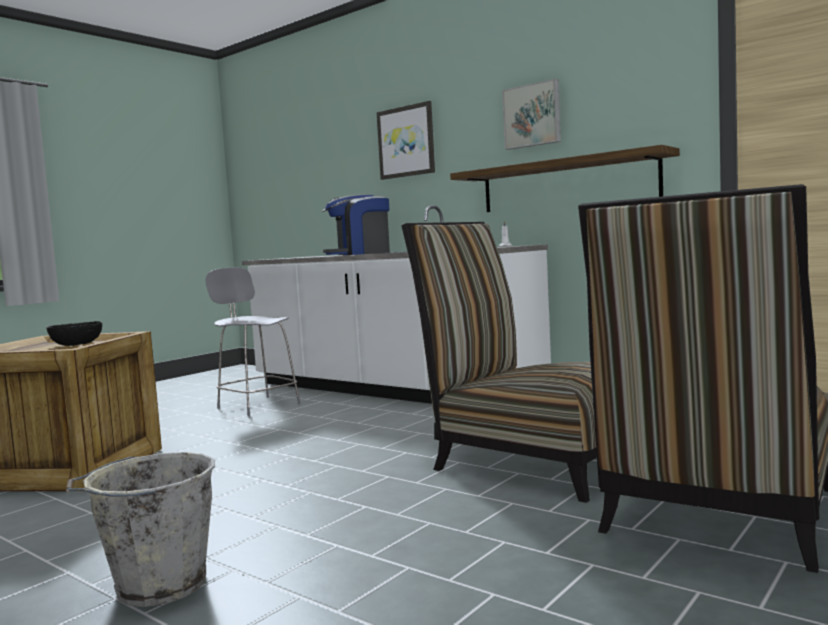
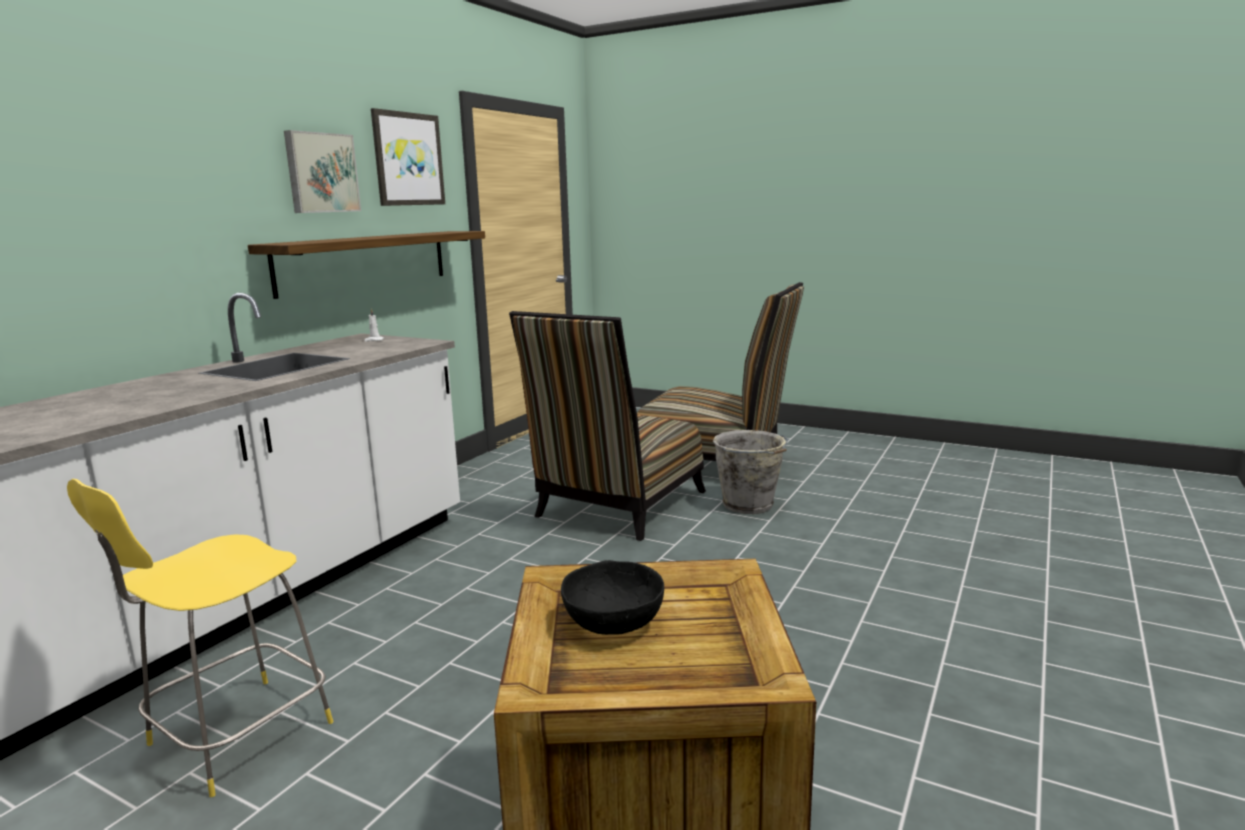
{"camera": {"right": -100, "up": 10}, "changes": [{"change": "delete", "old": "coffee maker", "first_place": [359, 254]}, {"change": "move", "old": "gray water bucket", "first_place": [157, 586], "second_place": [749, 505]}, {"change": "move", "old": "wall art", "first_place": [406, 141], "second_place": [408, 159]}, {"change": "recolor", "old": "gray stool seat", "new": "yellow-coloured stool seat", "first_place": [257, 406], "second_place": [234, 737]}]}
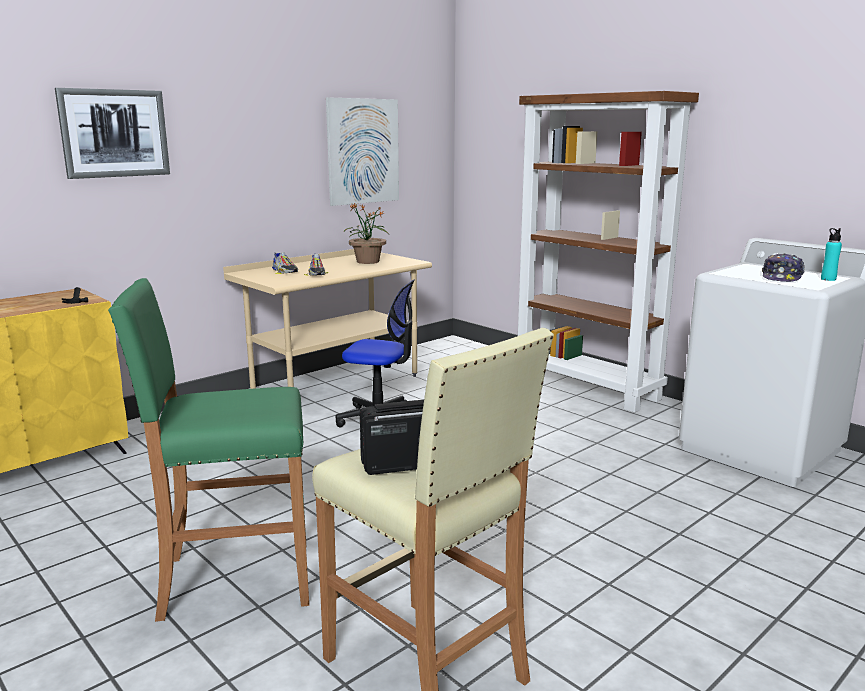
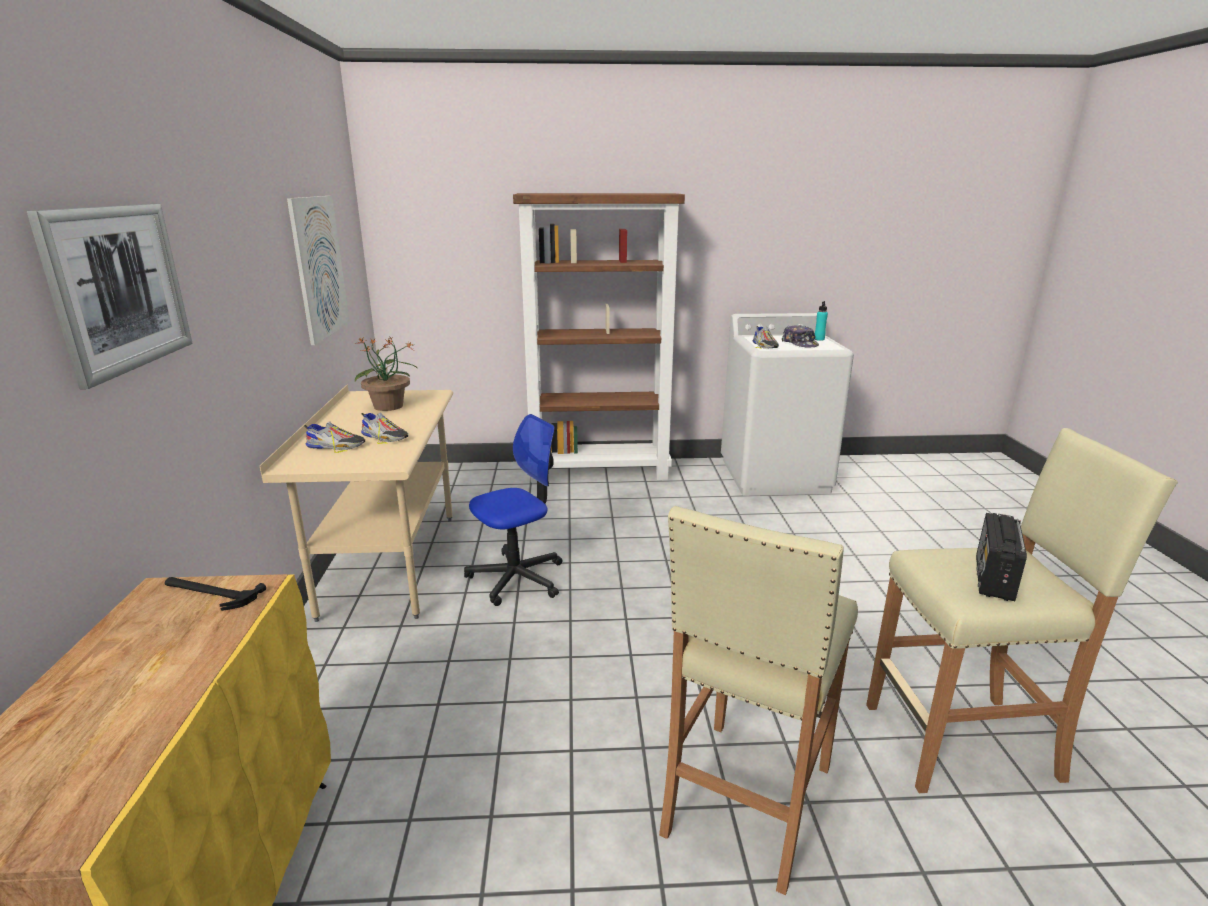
{"camera": {"right": -50, "up": 5}, "changes": [{"change": "insert", "new": "item of footwear", "second_place": [765, 345]}, {"change": "recolor", "old": "greenish stool seat", "new": "beige-coloured stool seat", "first_place": [234, 580], "second_place": [746, 800]}]}
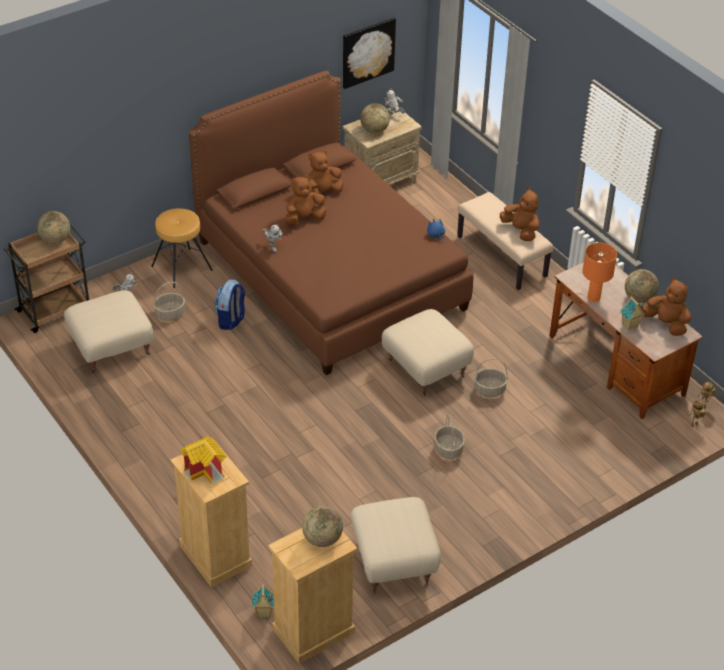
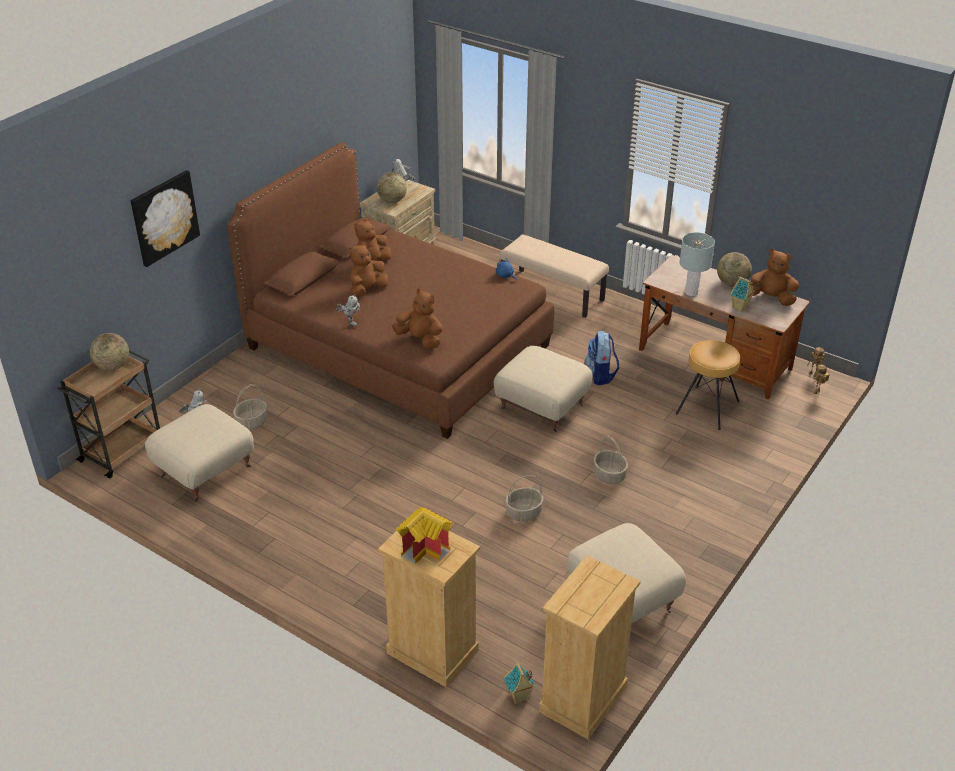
{"camera": {"right": -20, "up": -5}, "changes": [{"change": "delete", "old": "desk globe", "first_place": [322, 539]}, {"change": "move", "old": "brown stool seat", "first_place": [181, 267], "second_place": [707, 407]}, {"change": "move", "old": "knapsack", "first_place": [231, 320], "second_place": [600, 375]}, {"change": "move", "old": "wall art", "first_place": [367, 52], "second_place": [164, 217]}, {"change": "move", "old": "basket", "first_place": [489, 390], "second_place": [523, 513]}, {"change": "move", "old": "brown cuddly toy", "first_place": [520, 231], "second_place": [420, 339]}, {"change": "recolor", "old": "orangey table lamp", "new": "gray table lamp", "first_place": [594, 298], "second_place": [691, 292]}]}
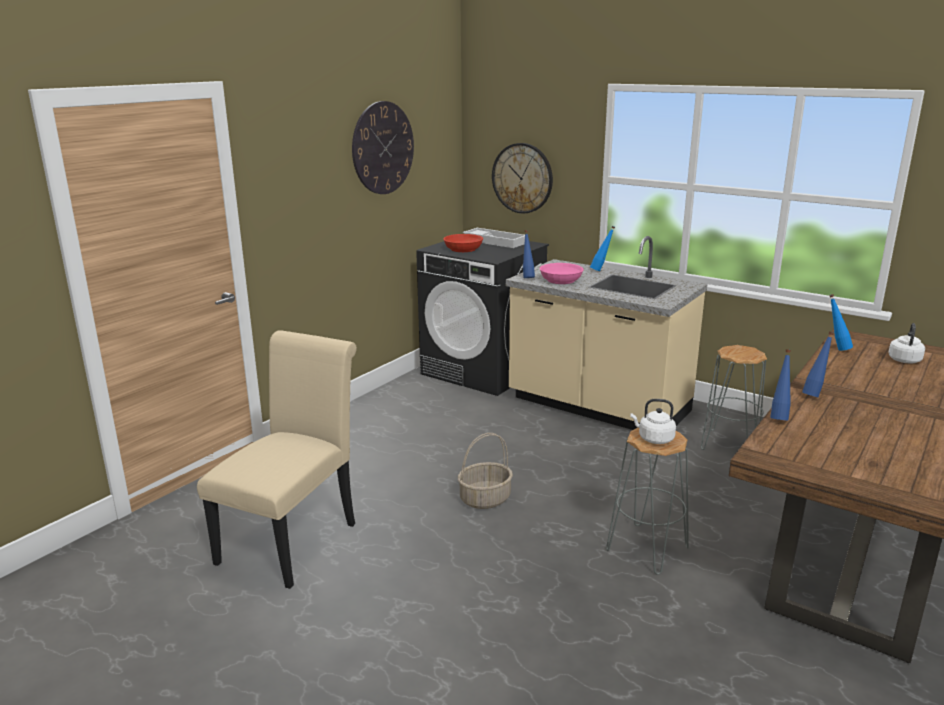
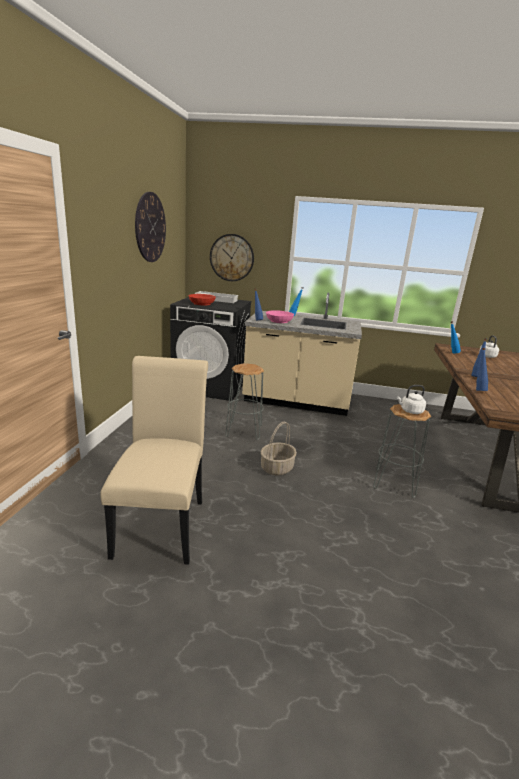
{"camera": {"right": -25, "up": 0}, "changes": [{"change": "move", "old": "gray stool seat", "first_place": [730, 444], "second_place": [244, 430]}]}
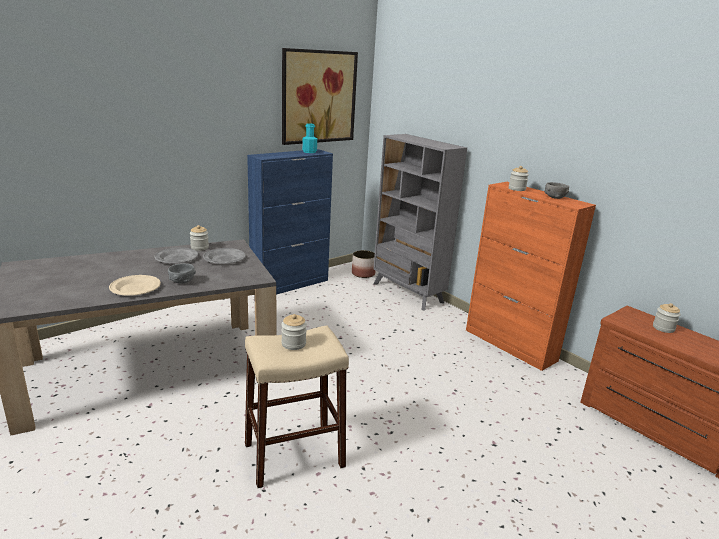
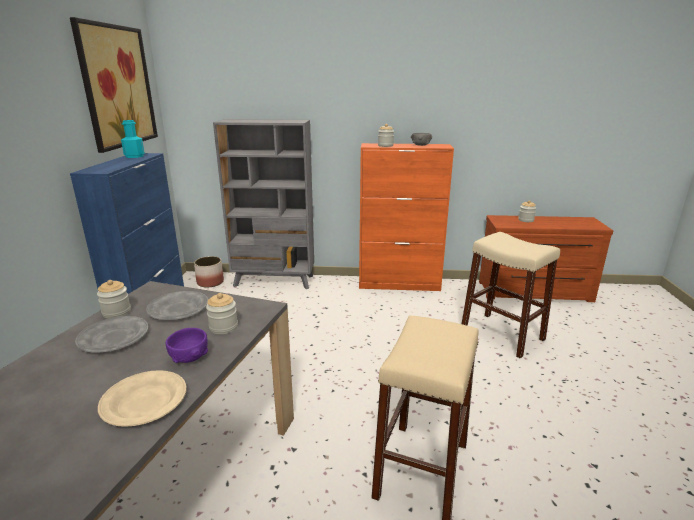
{"camera": {"right": -45, "up": 0}, "changes": [{"change": "insert", "new": "beige-coloured stool seat", "second_place": [502, 334]}, {"change": "move", "old": "jar", "first_place": [293, 344], "second_place": [223, 327]}, {"change": "recolor", "old": "gray serving bowl", "new": "purple-coloured serving bowl", "first_place": [182, 282], "second_place": [189, 357]}]}
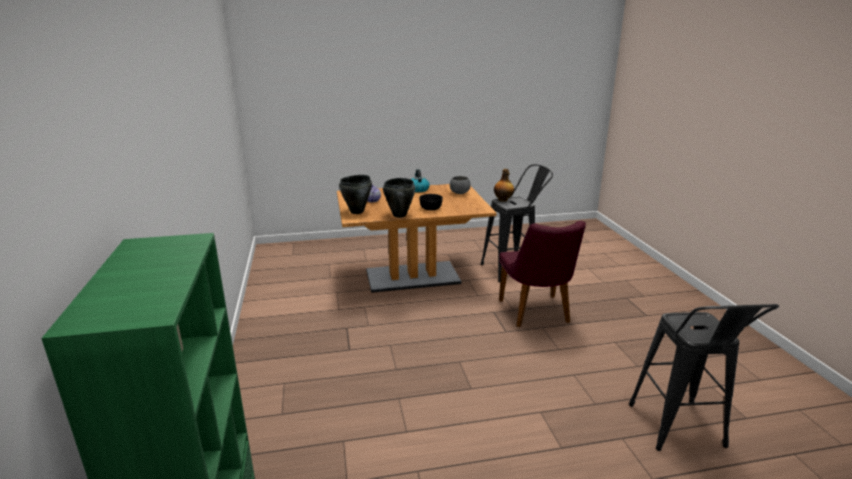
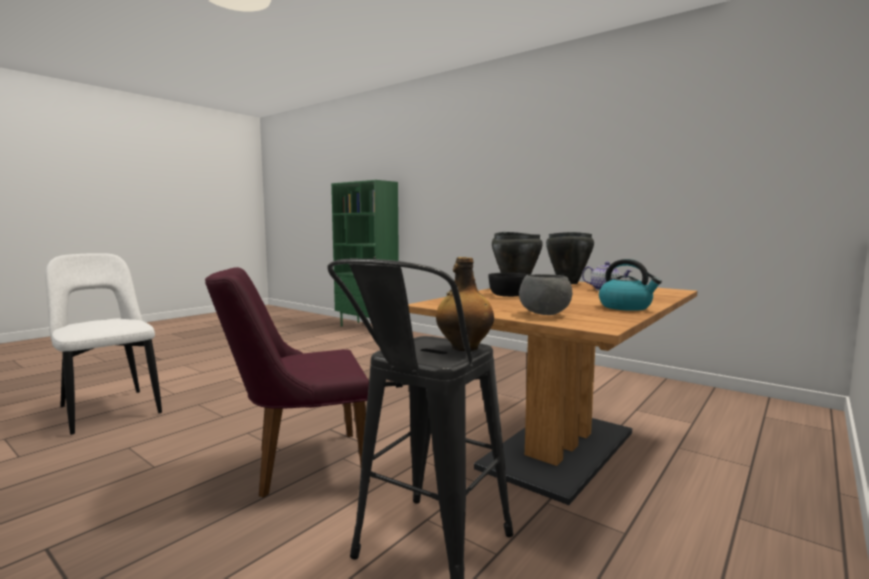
{"camera": {"right": 140, "up": -15}, "changes": [{"change": "replace", "old": "black stool seat", "new": "whitish chair", "first_place": [680, 432], "second_place": [109, 409]}, {"change": "rotate", "old": "purple-coloured chair", "first_place": [537, 314], "second_place": [298, 465], "degrees": -60}]}
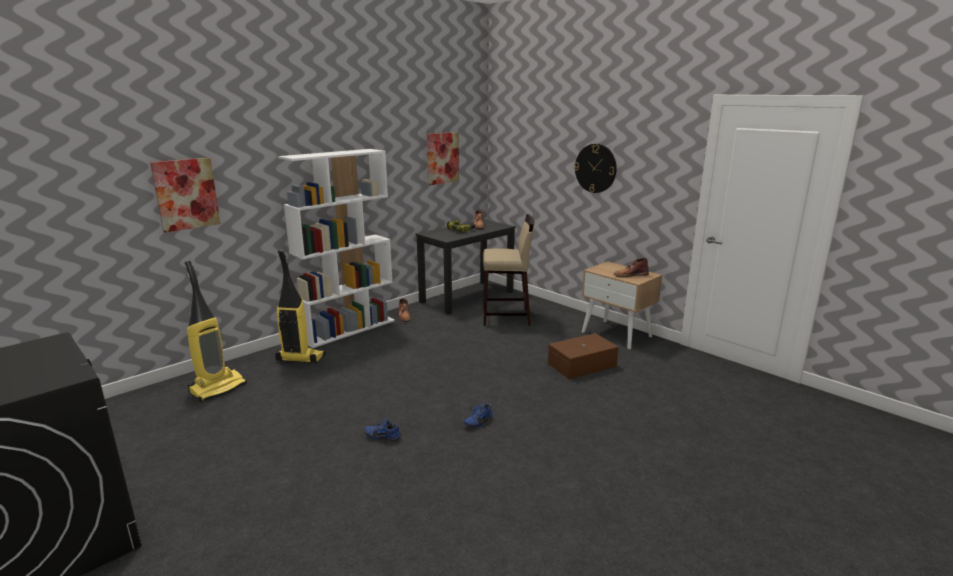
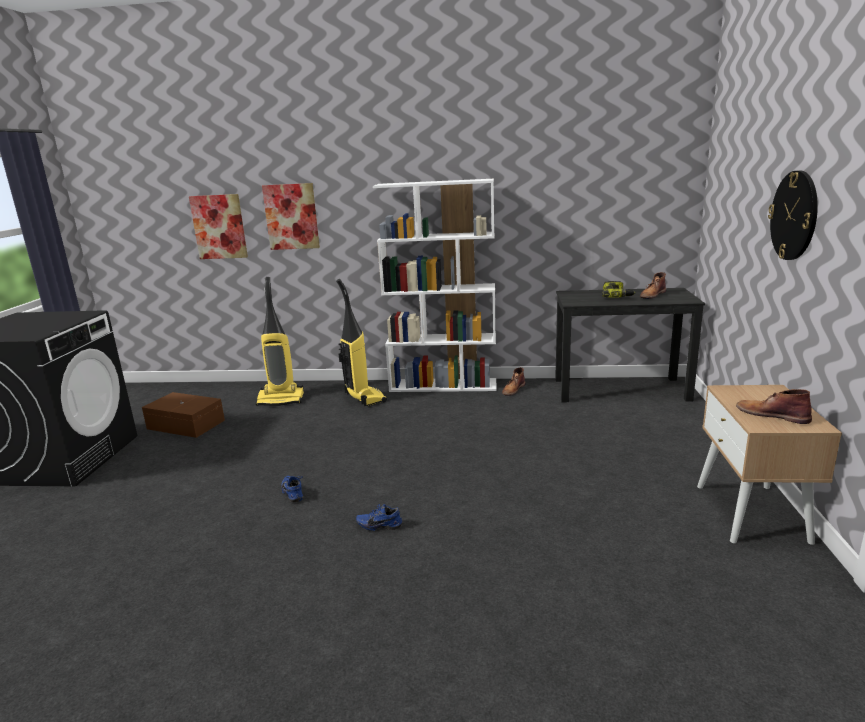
{"camera": {"right": 50, "up": 0}, "changes": [{"change": "delete", "old": "beige-coloured stool seat", "first_place": [506, 317]}, {"change": "move", "old": "wall art", "first_place": [442, 158], "second_place": [219, 227]}, {"change": "move", "old": "brown storage bin", "first_place": [581, 364], "second_place": [186, 424]}]}
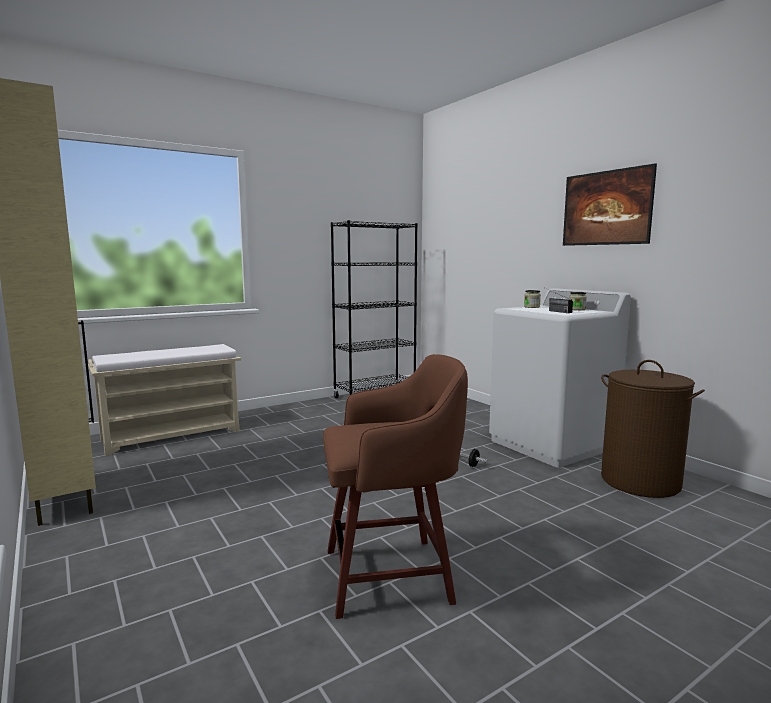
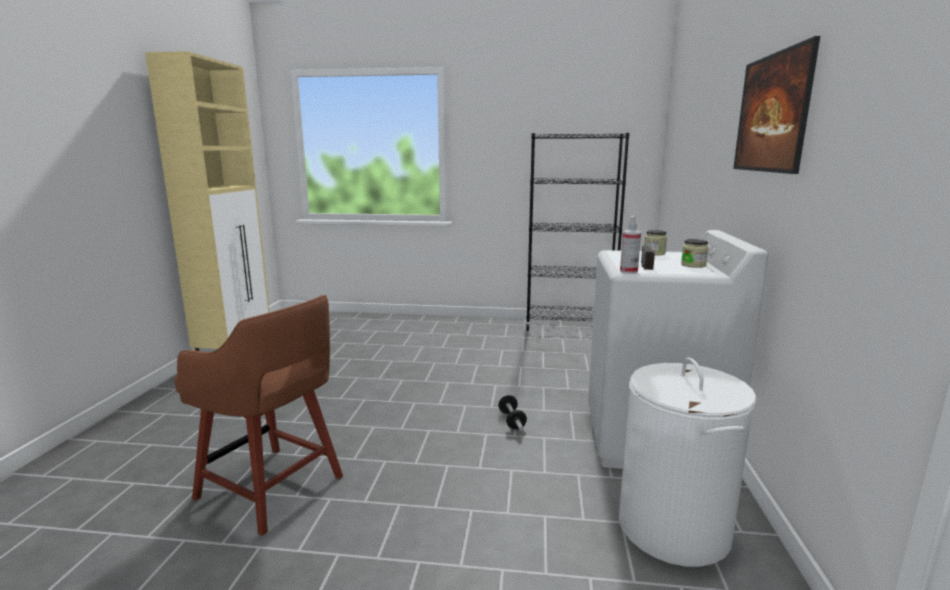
{"camera": {"right": 40, "up": 5}, "changes": [{"change": "delete", "old": "beige-coloured bench", "first_place": [173, 435]}, {"change": "insert", "new": "sprayer", "second_place": [628, 271]}, {"change": "recolor", "old": "brown washing basket", "new": "whitish washing basket", "first_place": [640, 481], "second_place": [674, 528]}]}
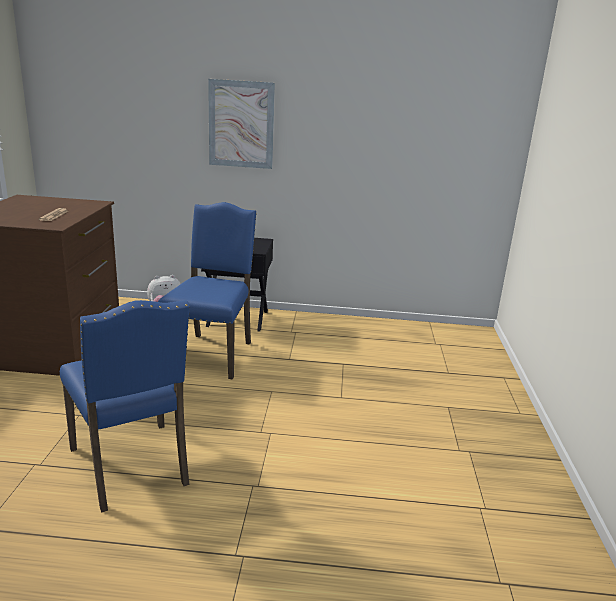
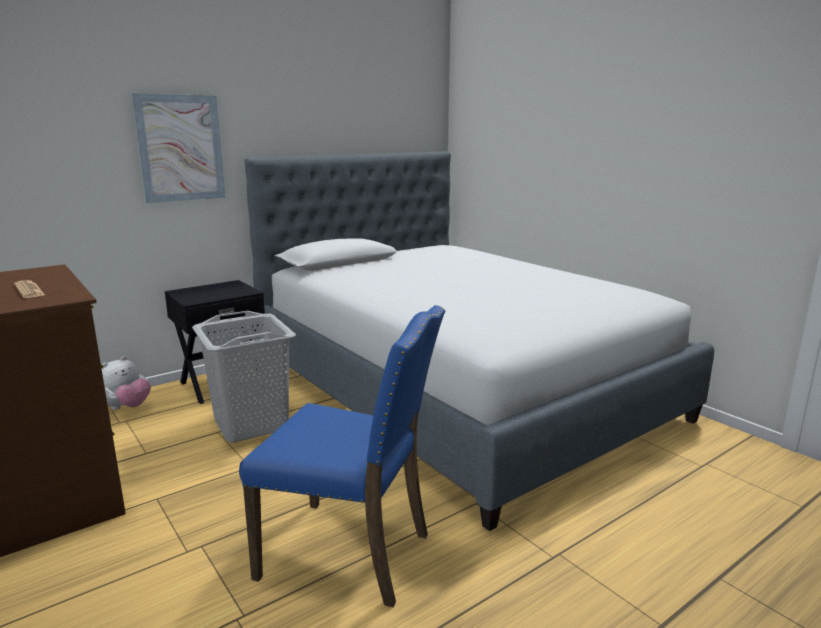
{"camera": {"right": -40, "up": -5}, "changes": [{"change": "insert", "new": "bedroom bed", "second_place": [457, 389]}, {"change": "replace", "old": "blue-coloured chair", "new": "gray washing basket", "first_place": [211, 354], "second_place": [251, 424]}]}
